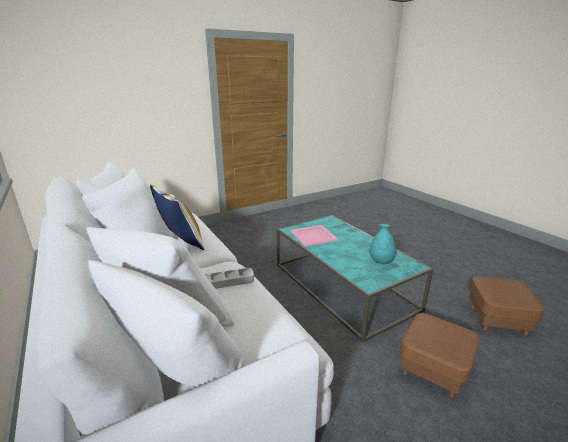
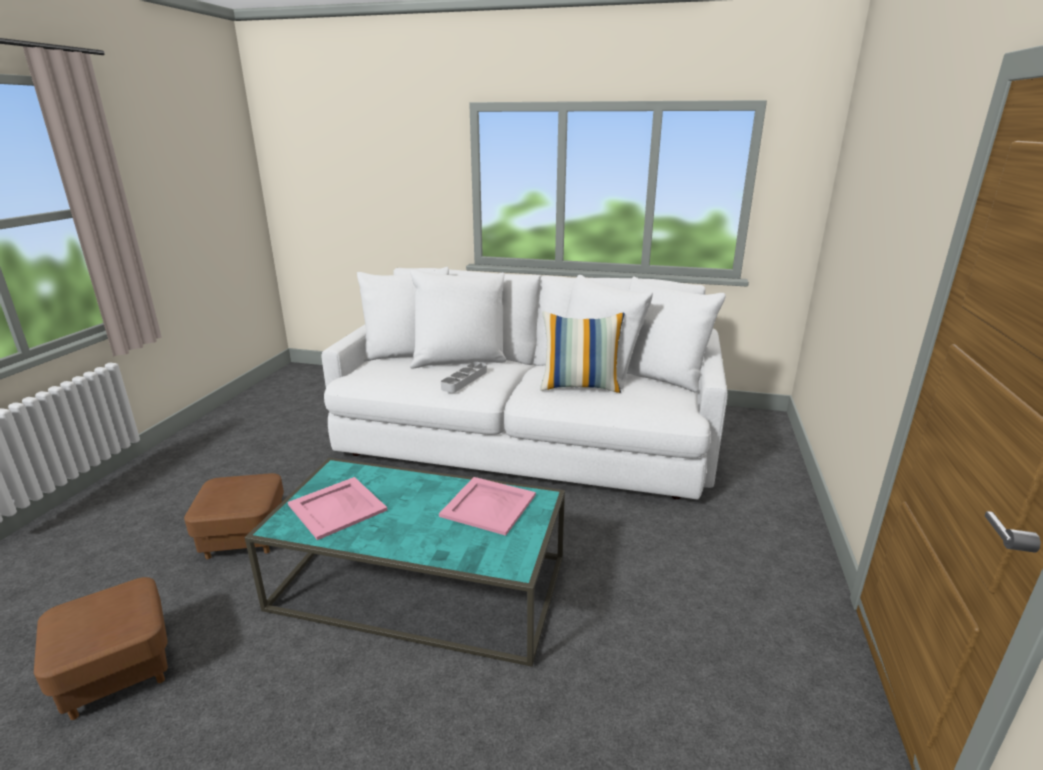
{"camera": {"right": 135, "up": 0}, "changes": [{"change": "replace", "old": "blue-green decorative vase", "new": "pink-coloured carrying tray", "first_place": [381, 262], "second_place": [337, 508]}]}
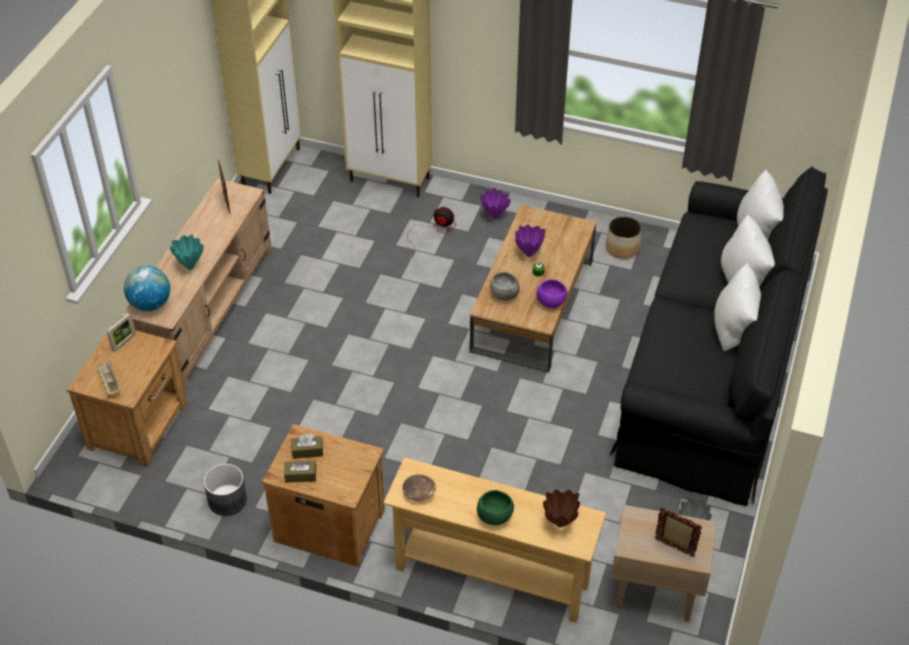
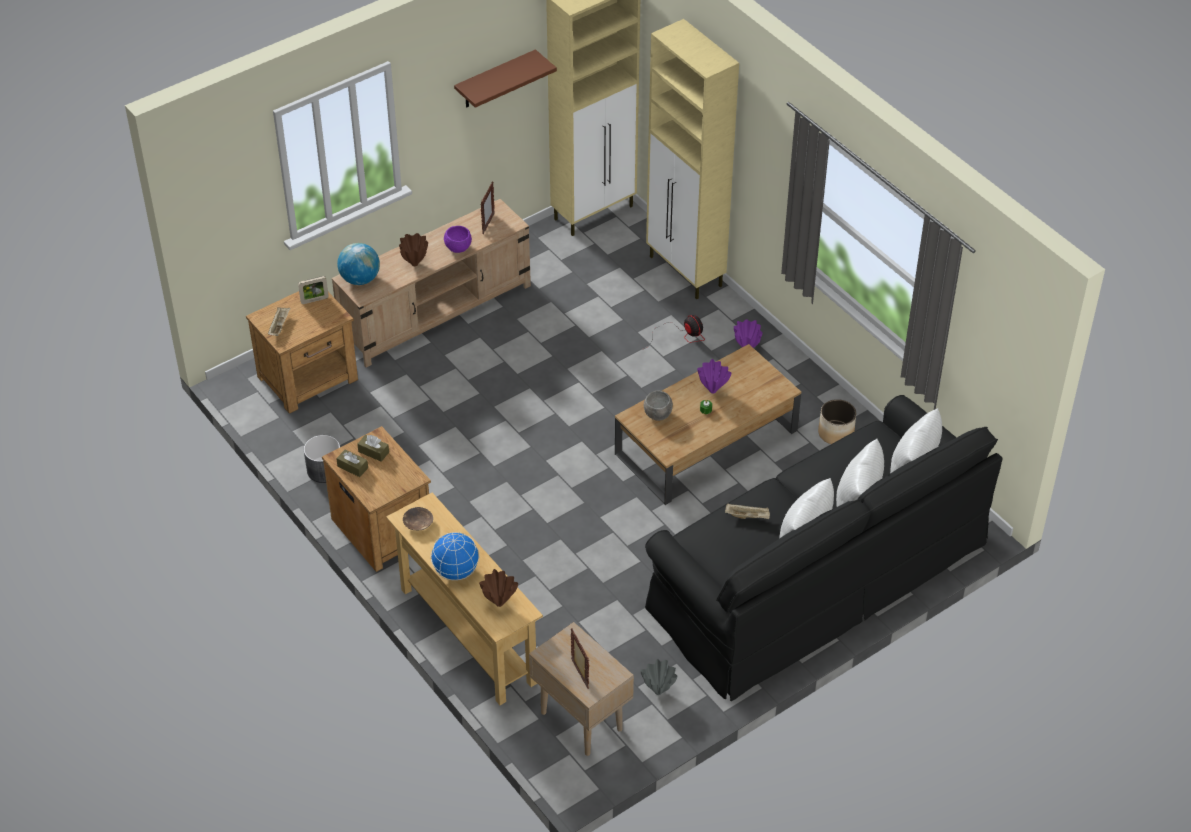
{"camera": {"right": 35, "up": 0}, "changes": [{"change": "insert", "new": "brown shelf", "second_place": [495, 80]}, {"change": "insert", "new": "beige-coloured carrying tray", "second_place": [748, 516]}, {"change": "move", "old": "purple-coloured serving bowl", "first_place": [550, 302], "second_place": [458, 248]}, {"change": "replace", "old": "greenish serving bowl", "new": "desk globe", "first_place": [494, 517], "second_place": [455, 571]}, {"change": "recolor", "old": "blue-green decorative vase", "new": "brown decorative vase", "first_place": [190, 266], "second_place": [415, 263]}]}
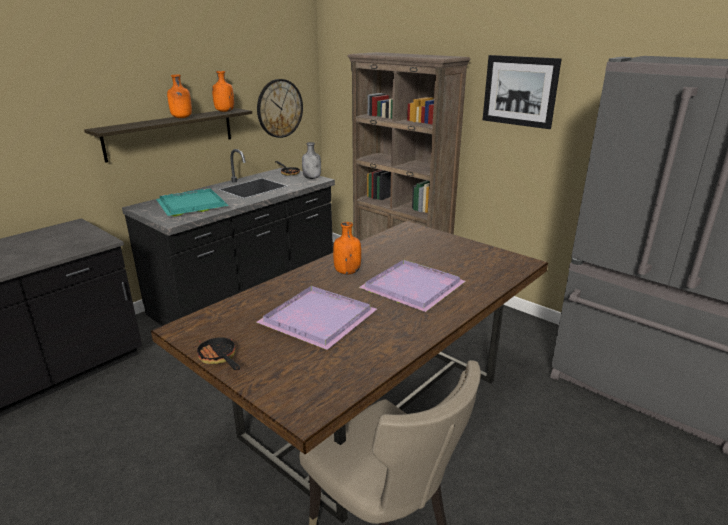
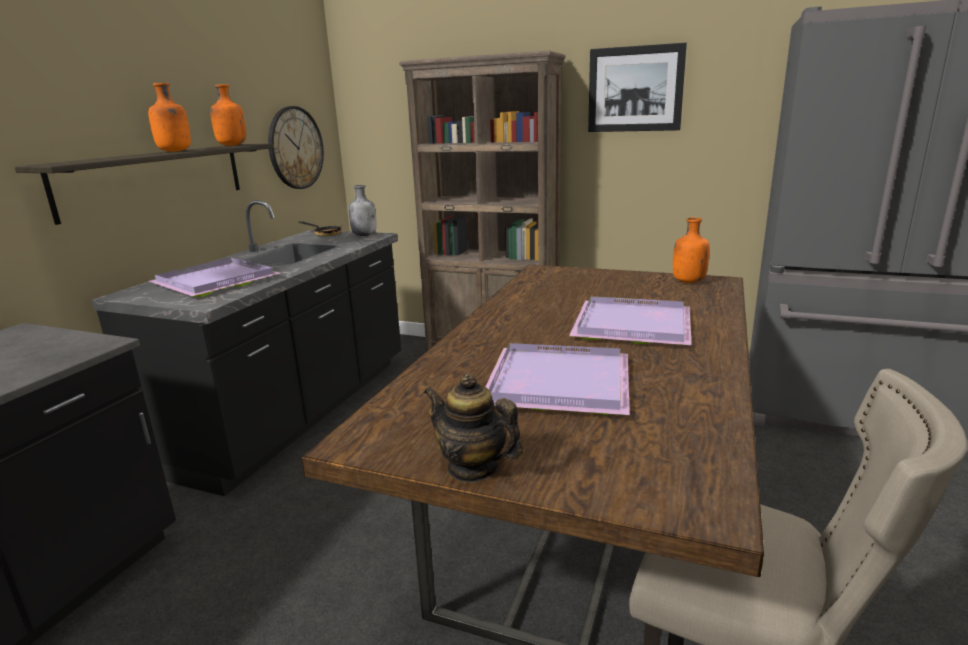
{"camera": {"right": -20, "up": -5}, "changes": [{"change": "move", "old": "orangey bottle", "first_place": [347, 272], "second_place": [688, 281]}, {"change": "replace", "old": "pan", "new": "pot for tea", "first_place": [219, 358], "second_place": [473, 468]}, {"change": "recolor", "old": "blue-green carrying tray", "new": "purple-coloured carrying tray", "first_place": [191, 205], "second_place": [215, 282]}]}
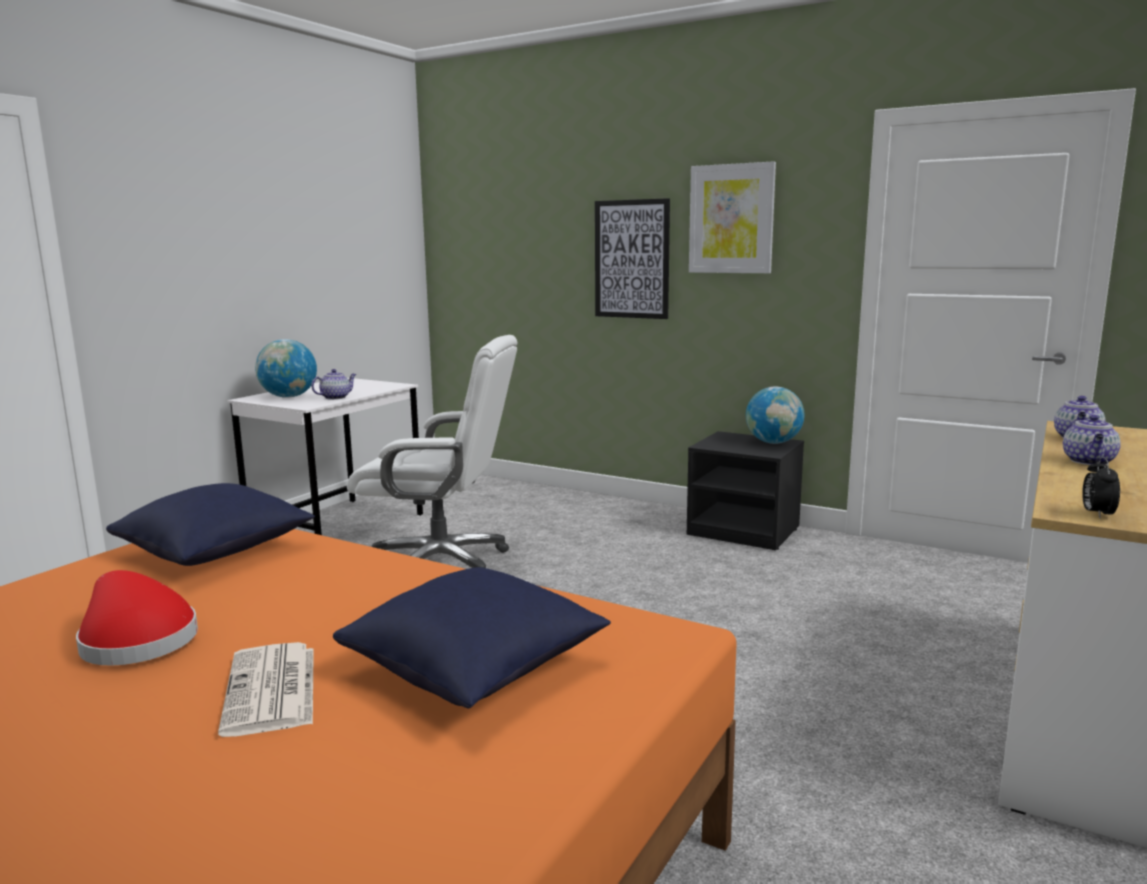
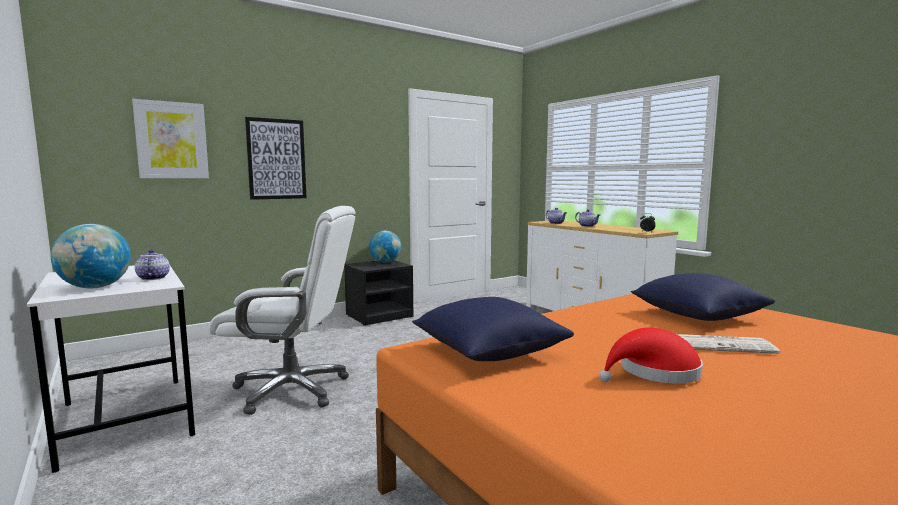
{"camera": {"right": -65, "up": -5}, "changes": [{"change": "move", "old": "wall art", "first_place": [731, 219], "second_place": [172, 140]}, {"change": "rotate", "old": "whitish computer chair", "first_place": [442, 562], "second_place": [292, 389], "degrees": 60}]}
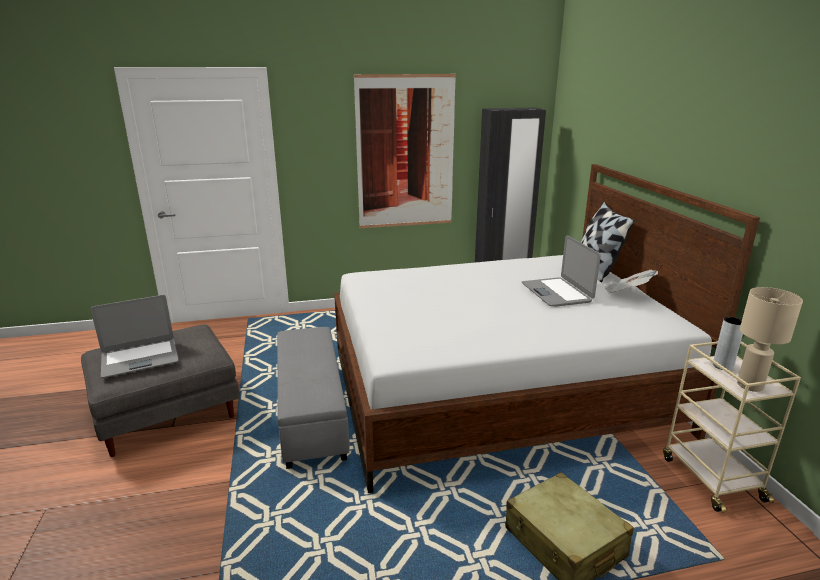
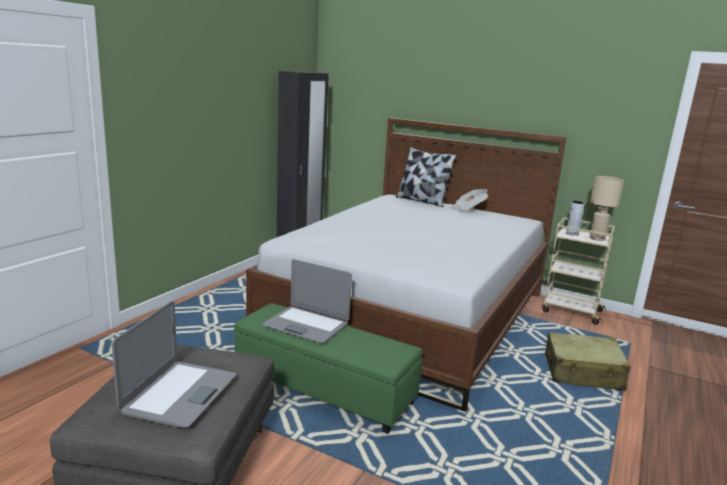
{"camera": {"right": -50, "up": -5}, "changes": [{"change": "delete", "old": "wall art", "first_place": [405, 153]}, {"change": "move", "old": "laptop", "first_place": [556, 293], "second_place": [306, 325]}, {"change": "recolor", "old": "gray ottoman", "new": "greenish ottoman", "first_place": [312, 413], "second_place": [324, 389]}]}
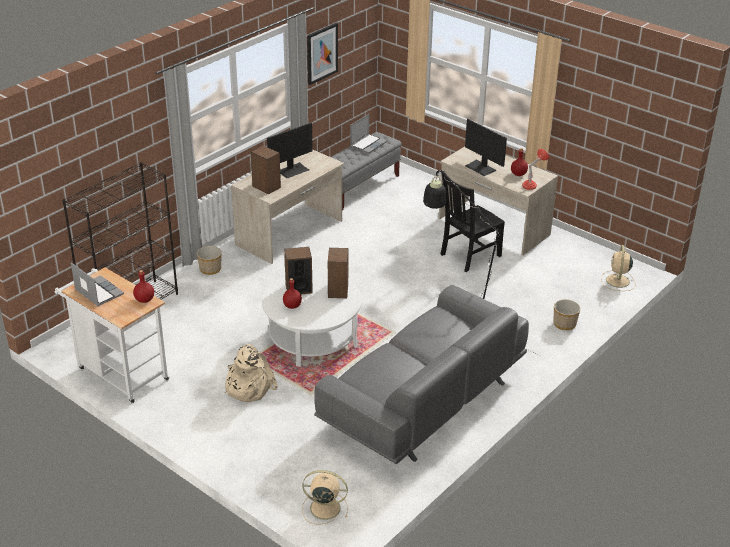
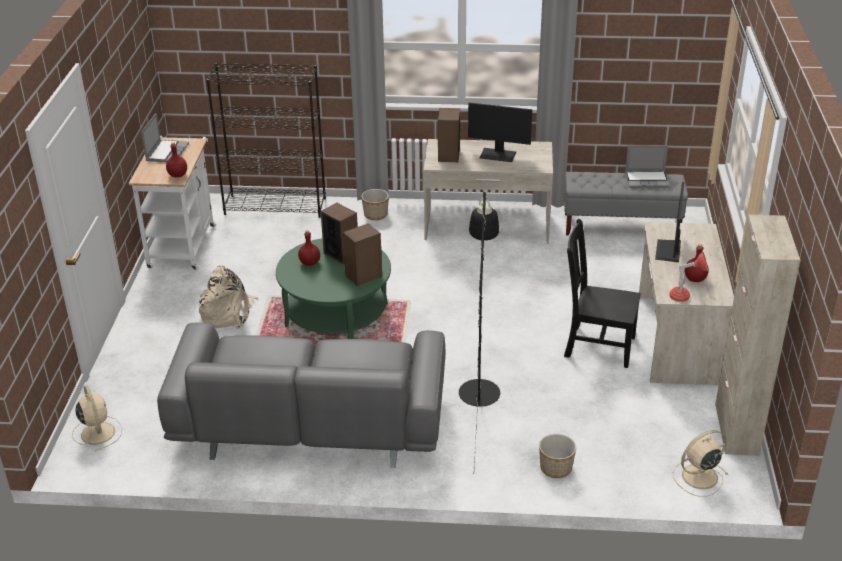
{"camera": {"right": 55, "up": 0}, "changes": [{"change": "delete", "old": "wall art", "first_place": [322, 53]}, {"change": "insert", "new": "beige-coloured cabinet", "second_place": [736, 429]}, {"change": "recolor", "old": "whitish coffee table", "new": "greenish coffee table", "first_place": [312, 338], "second_place": [336, 314]}]}
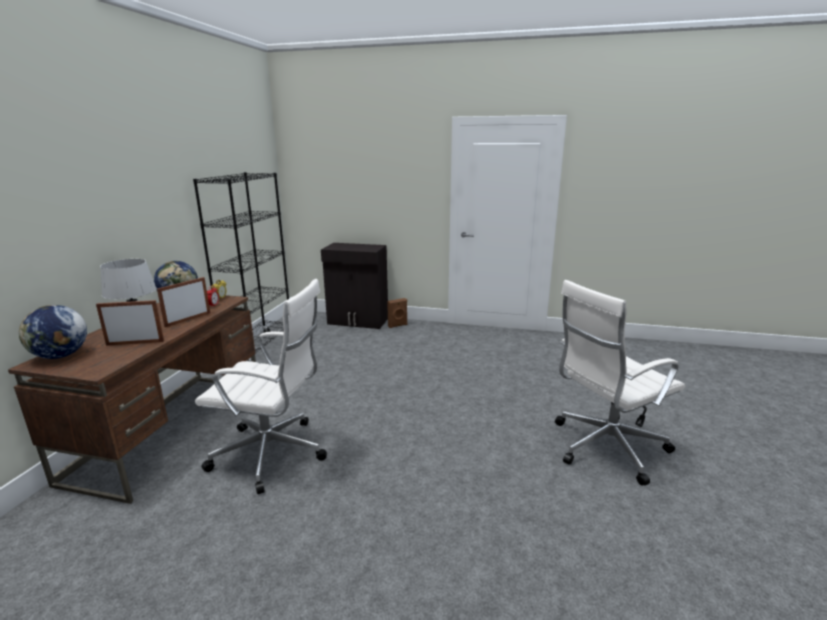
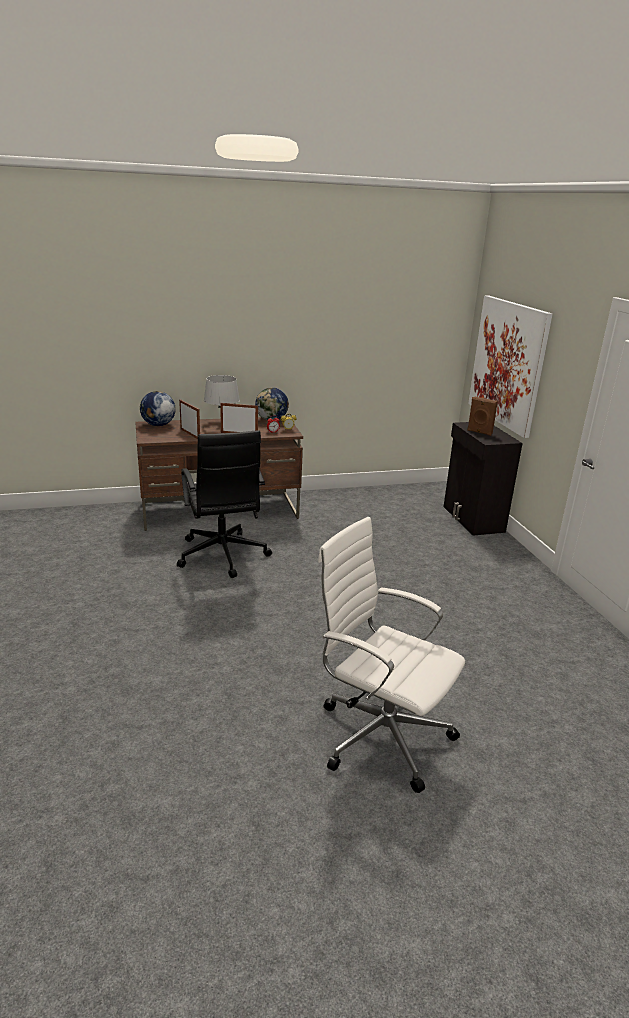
{"camera": {"right": 60, "up": 5}, "changes": [{"change": "delete", "old": "black bookcase", "first_place": [260, 348]}, {"change": "insert", "new": "wall art", "second_place": [508, 363]}, {"change": "move", "old": "brown speaker", "first_place": [398, 325], "second_place": [479, 432]}, {"change": "recolor", "old": "whitish computer chair", "new": "black computer chair", "first_place": [273, 454], "second_place": [222, 556]}]}
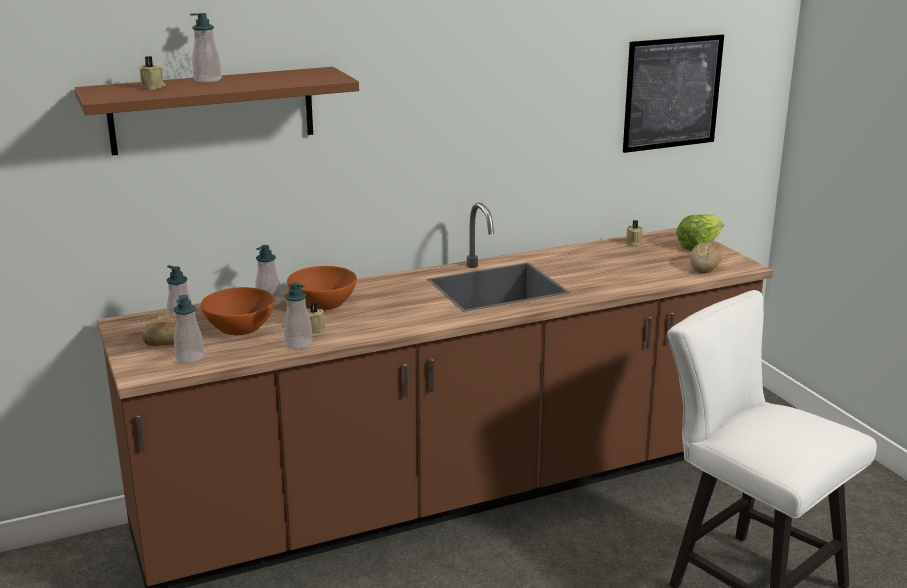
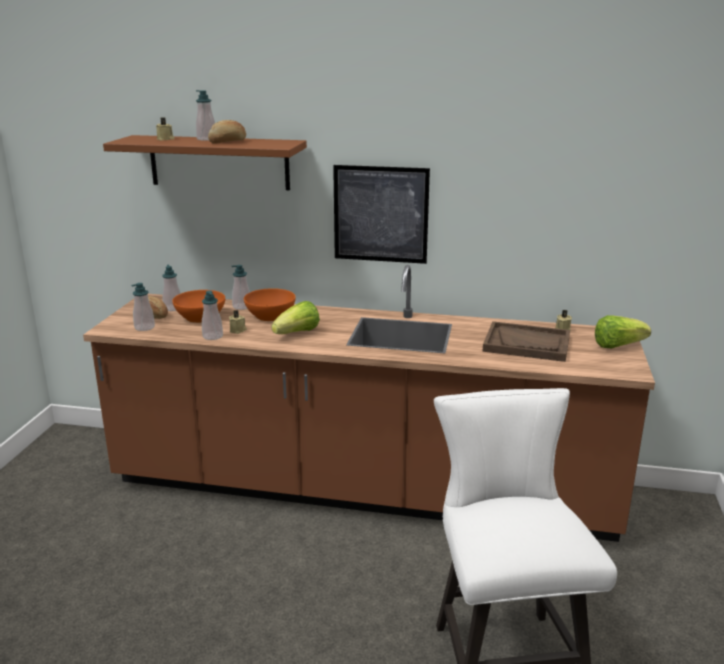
{"camera": {"right": 35, "up": 0}, "changes": [{"change": "insert", "new": "lettuce", "second_place": [297, 333]}, {"change": "insert", "new": "brown carrying tray", "second_place": [527, 344]}, {"change": "move", "old": "wall art", "first_place": [672, 93], "second_place": [380, 214]}, {"change": "move", "old": "bread", "first_place": [705, 267], "second_place": [228, 142]}]}
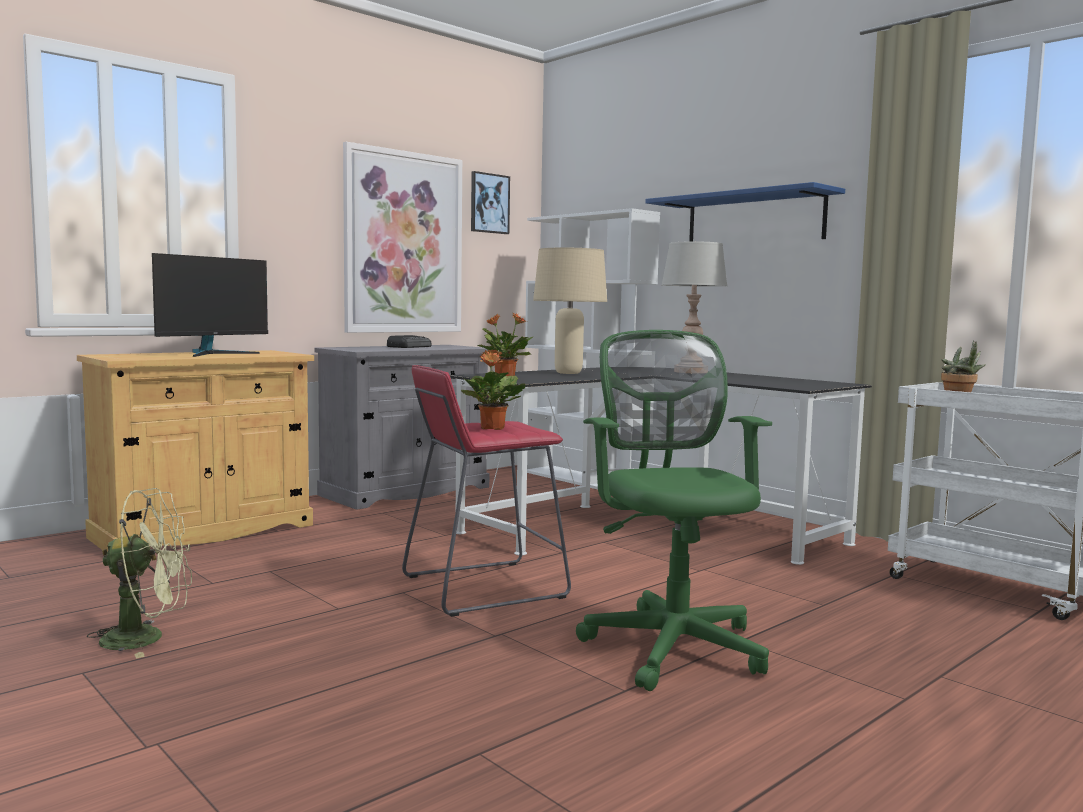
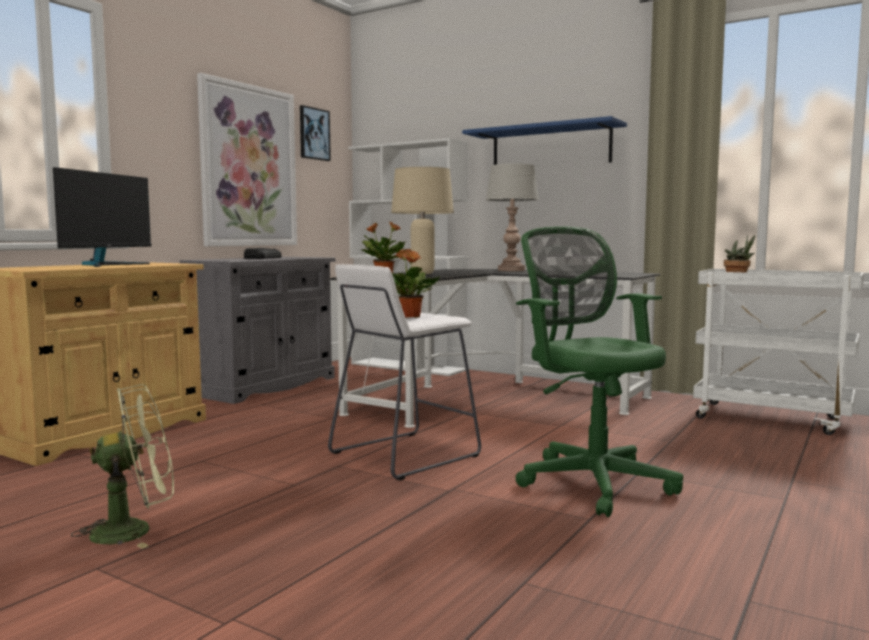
{"camera": {"right": -15, "up": 0}, "changes": [{"change": "recolor", "old": "reddish stool seat", "new": "whitish stool seat", "first_place": [483, 587], "second_place": [404, 455]}]}
